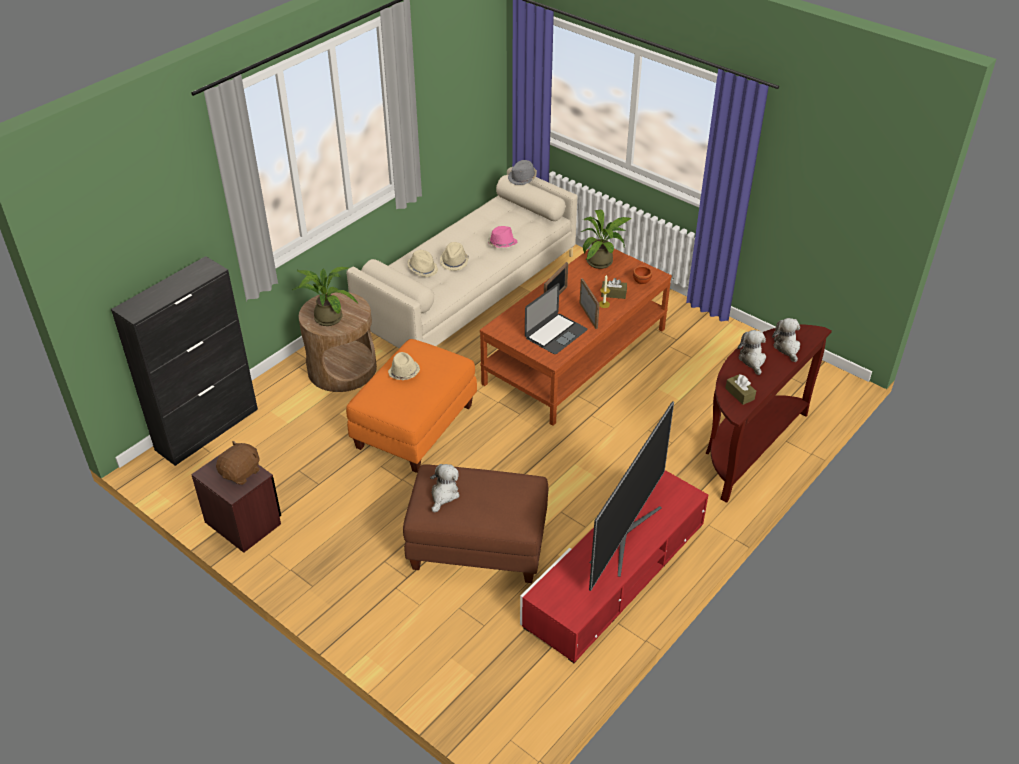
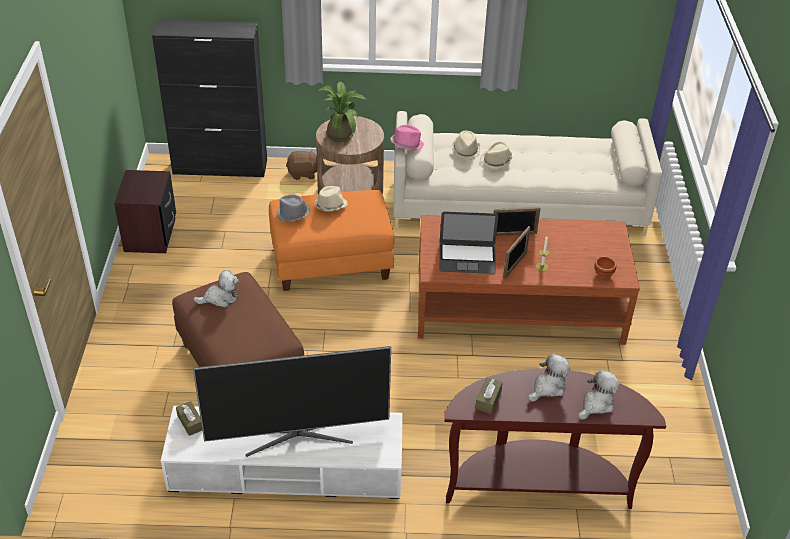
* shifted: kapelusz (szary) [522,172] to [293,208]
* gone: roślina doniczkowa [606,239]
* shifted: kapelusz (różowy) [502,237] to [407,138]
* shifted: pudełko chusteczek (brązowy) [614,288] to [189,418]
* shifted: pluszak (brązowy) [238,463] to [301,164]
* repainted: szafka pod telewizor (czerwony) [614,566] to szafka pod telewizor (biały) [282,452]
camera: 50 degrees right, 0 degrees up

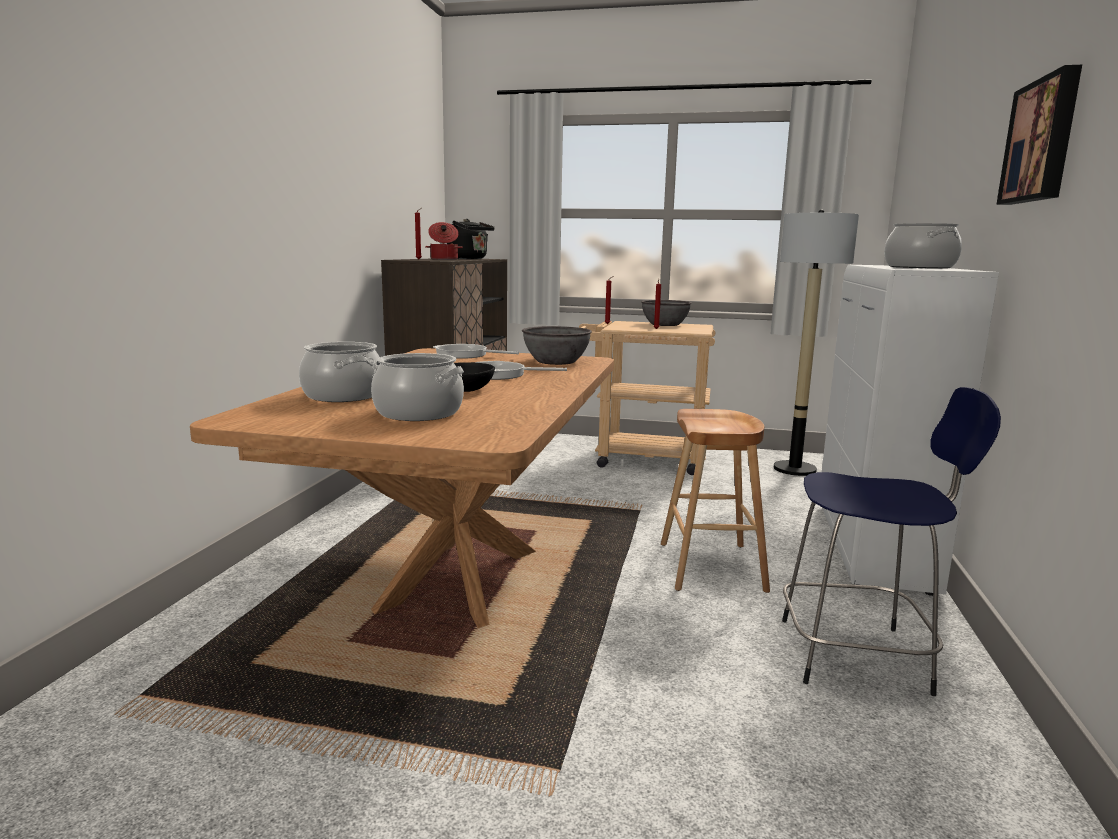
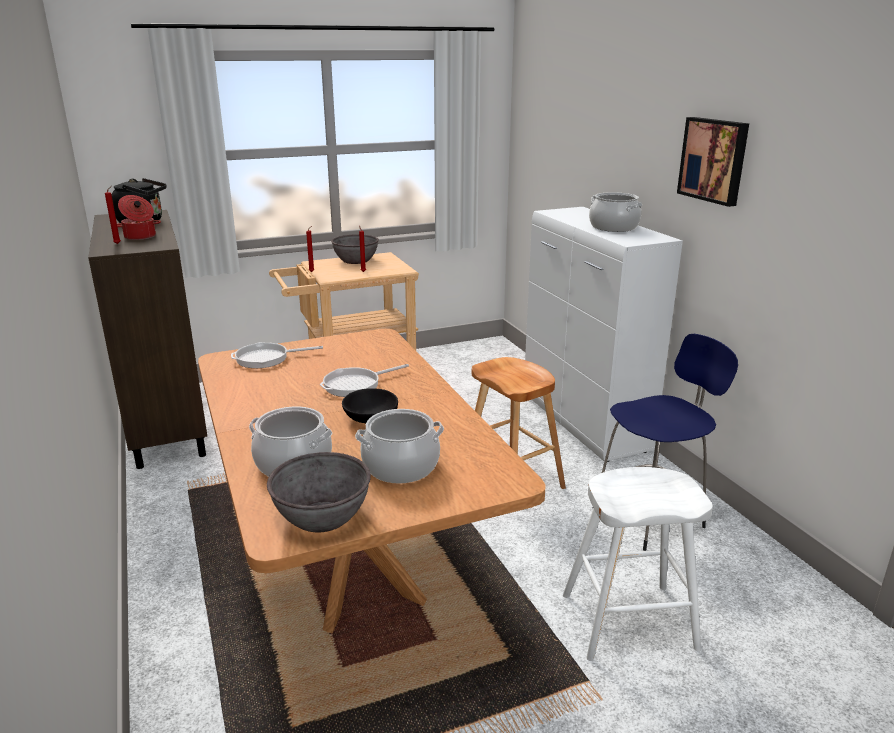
* gone: lampa stojąca [816,343]
* shifted: miska (szary) [557,345] to [319,492]
* new: stołek (biały) [638,564]
camera: 35 degrees left, 10 degrees up

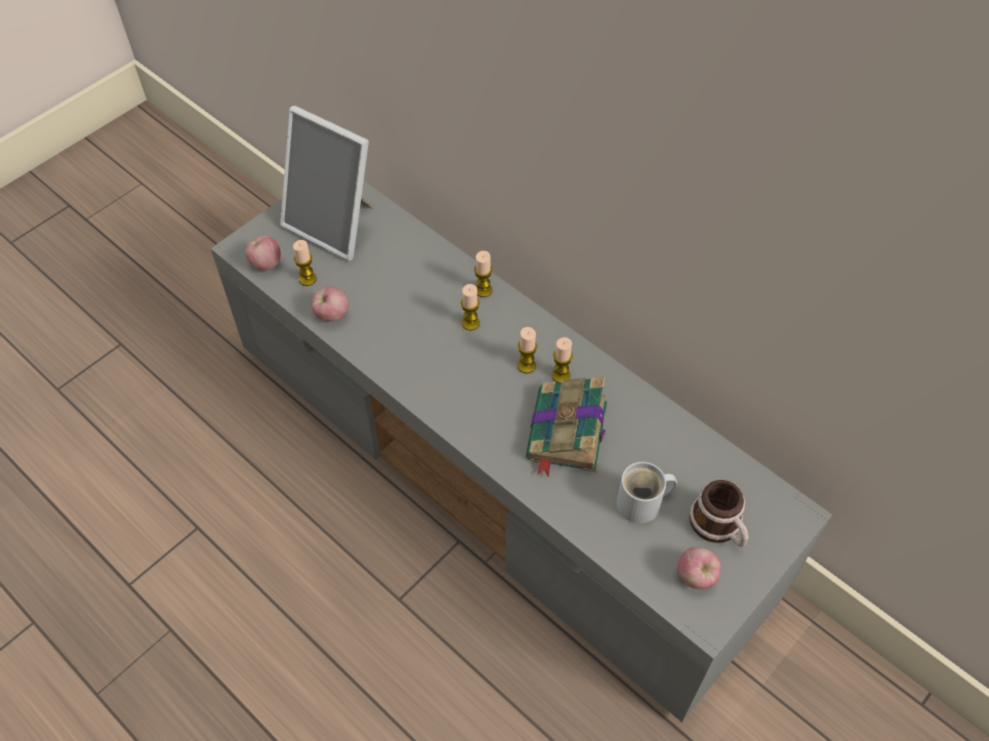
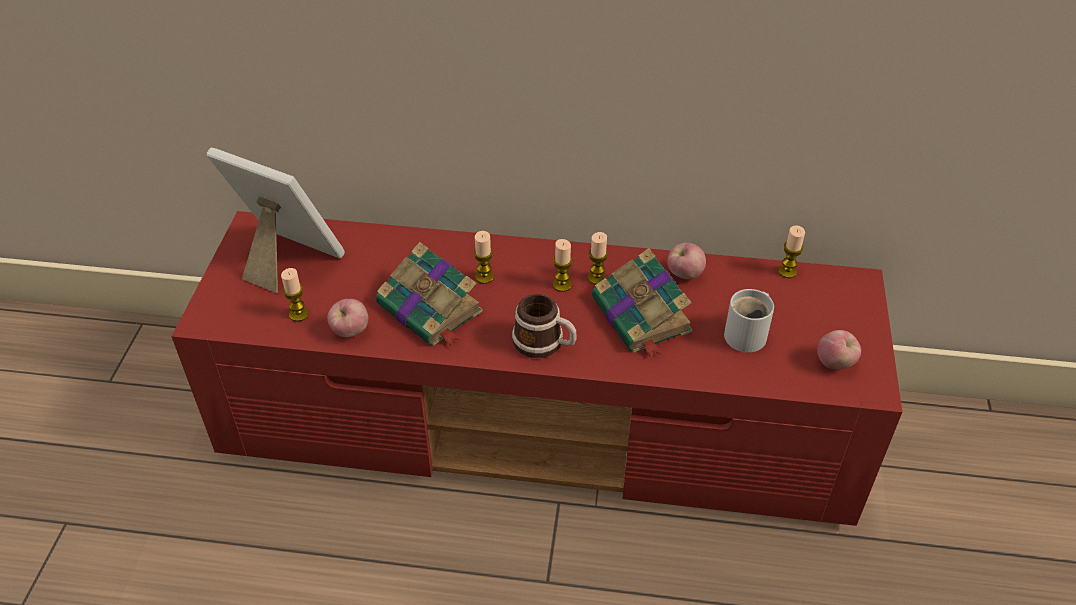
* rotated: ramka na zdjęcie [326,183] = [275,220] 150 degrees counterclockwise
* repainted: szafka pod telewizor (szary) [521,451] to szafka pod telewizor (czerwony) [536,368]
* shifted: jabłko [263,253] to [686,261]
* shifted: świeca [483,274] to [791,251]
* shifted: kubek [719,513] to [544,326]
* new: książka [429,294]
camera: 35 degrees left, 10 degrees down

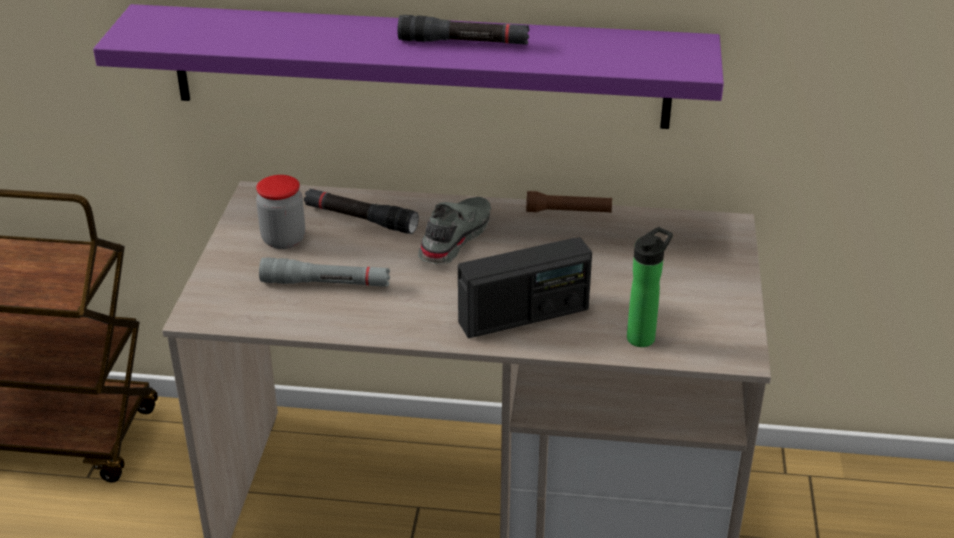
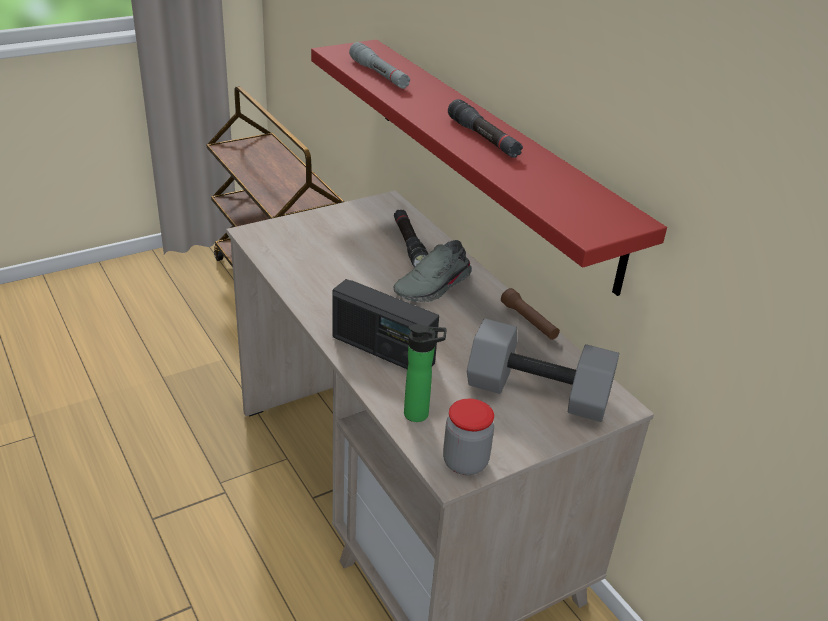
* repainted: półka (fioletowy) [408,66] to półka (czerwony) [489,168]
* shifted: słoik [280,212] to [468,437]
* rotated: but (szary) [454,230] = [433,271] 150 degrees clockwise
* shifted: latarka (szary) [324,272] to [379,65]
* new: hantel (szary) [543,370]
camera: 50 degrees right, 0 degrees up

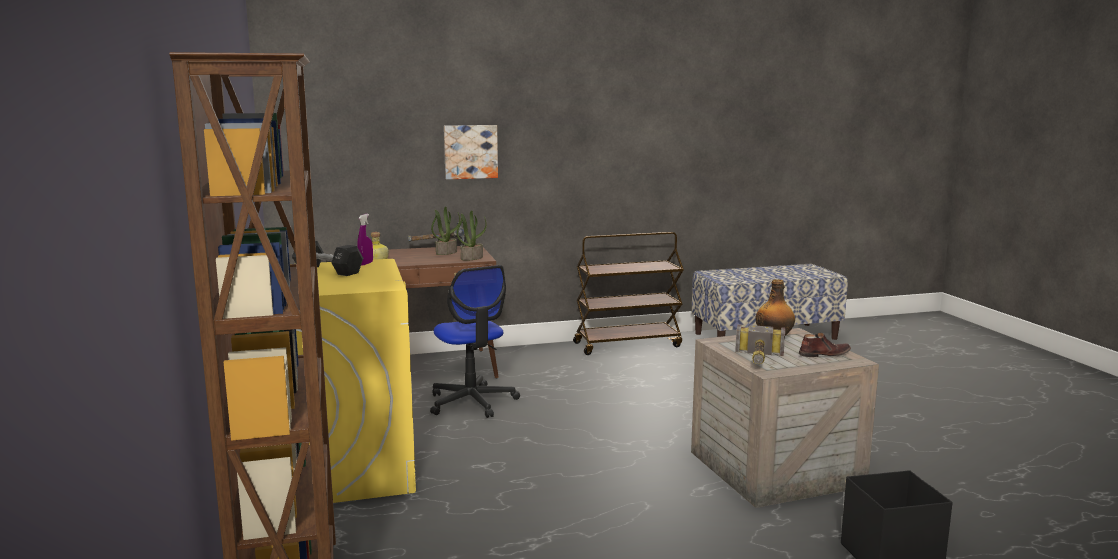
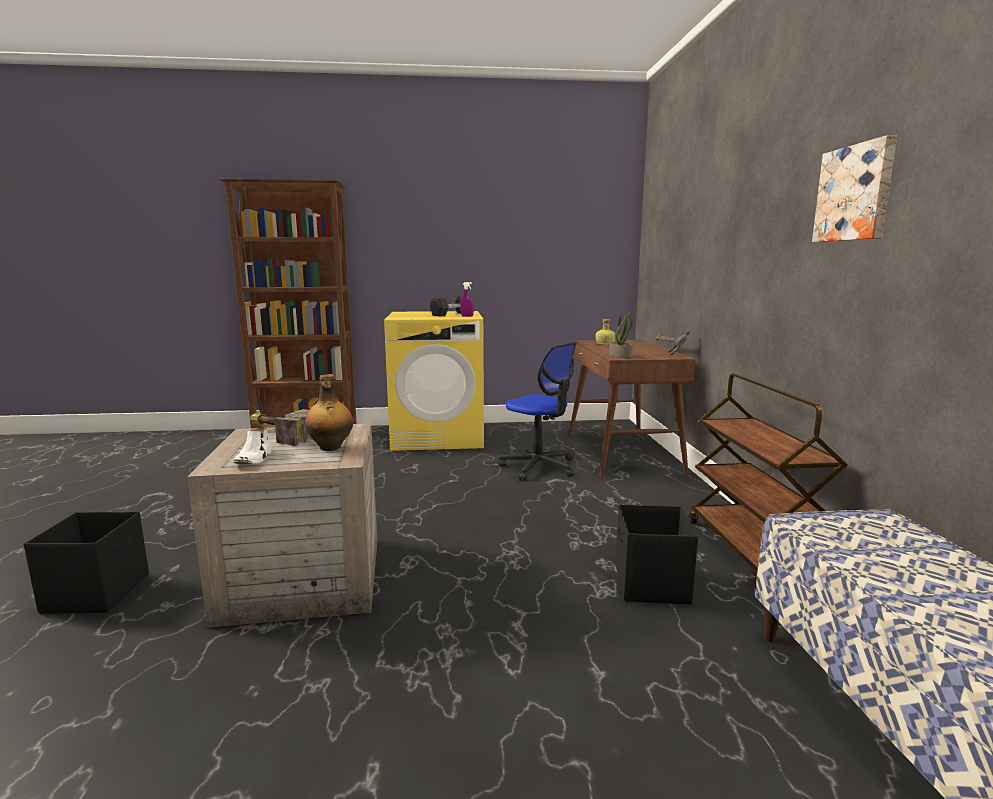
* shifted: obraz [471,152] to [854,188]
* gone: roślina doniczkowa [445,230]
* rotated: krzesło biurowe [475,341] = [537,411] 120 degrees counterclockwise
* repainted: but (brązowy) [825,345] to but (biały) [252,445]
* new: pojemnik do przechowywania (czarny) [657,554]
camera: 100 degrees right, 0 degrees up

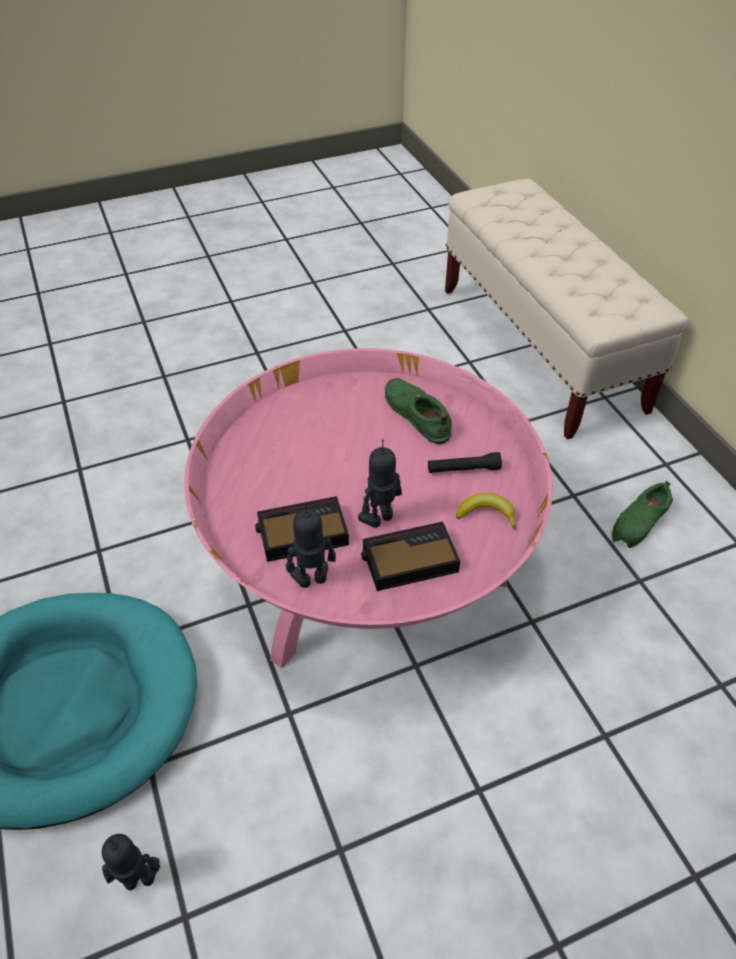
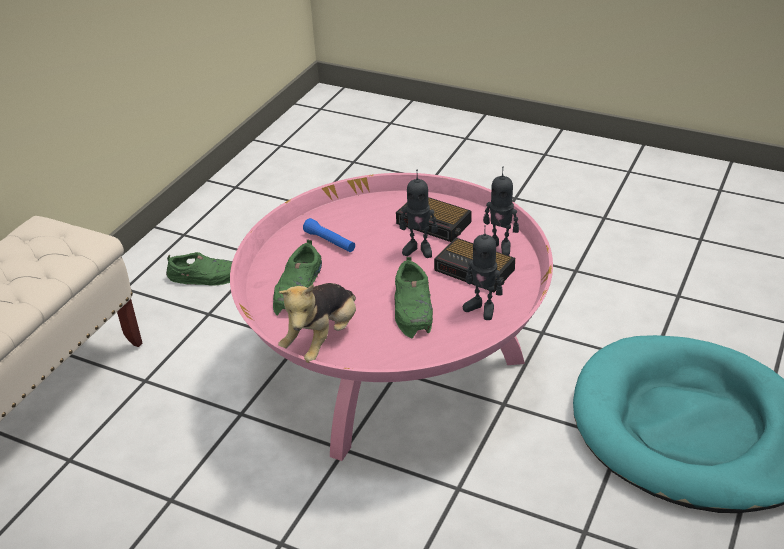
* repainted: latarka (czarny) [465,462] to latarka (niebieski) [329,235]
* gone: banan [486,511]
* shifted: robot zabawkowy [131,862] to [483,272]
* new: but (zielony) [414,297]
* new: pluszak [317,323]
camera: 130 degrees left, 10 degrees down

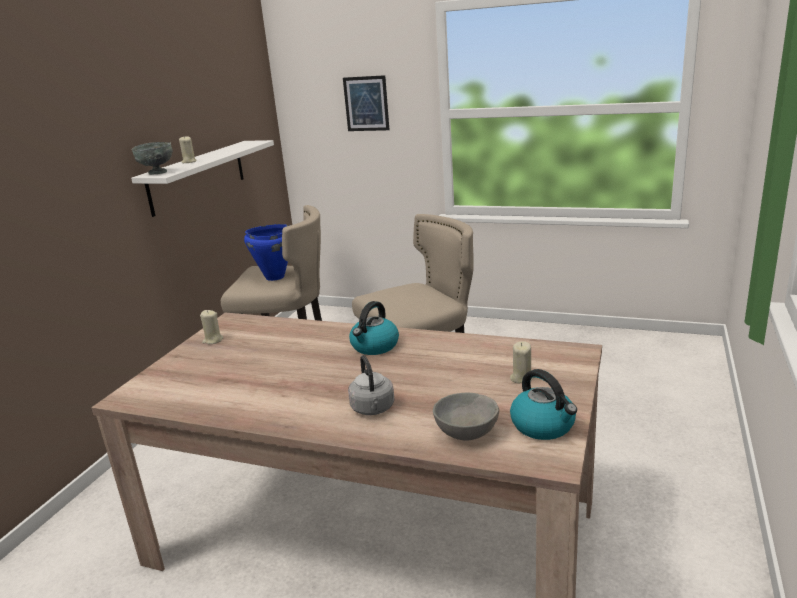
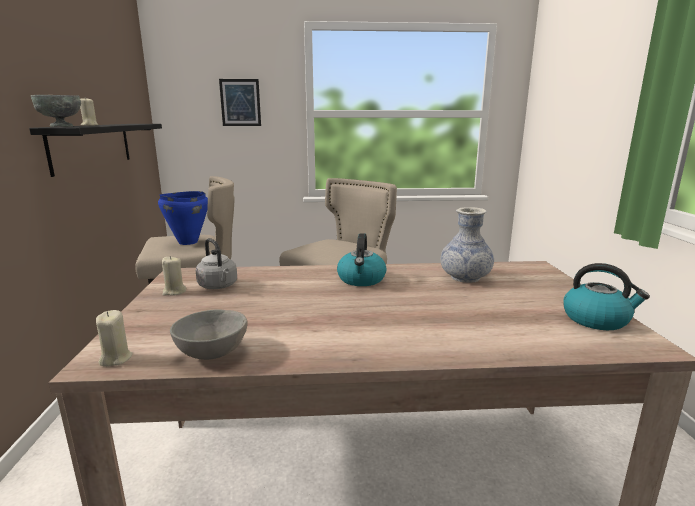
* repainted: półka (biały) [202,178] to półka (czarny) [95,150]
* shifted: świeca (beżowy) [521,362] to [114,338]
* shifted: czajnik (szary) [371,385] to [216,263]
* shifted: miska (szary) [466,416] to [209,334]
* new: wazon [467,245]
camera: 25 degrees left, 5 degrees down

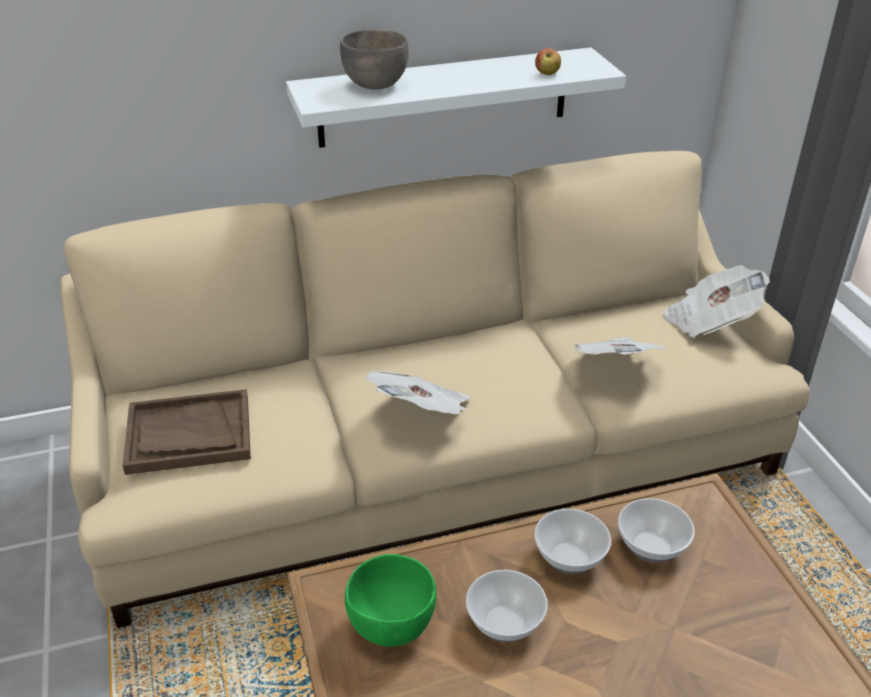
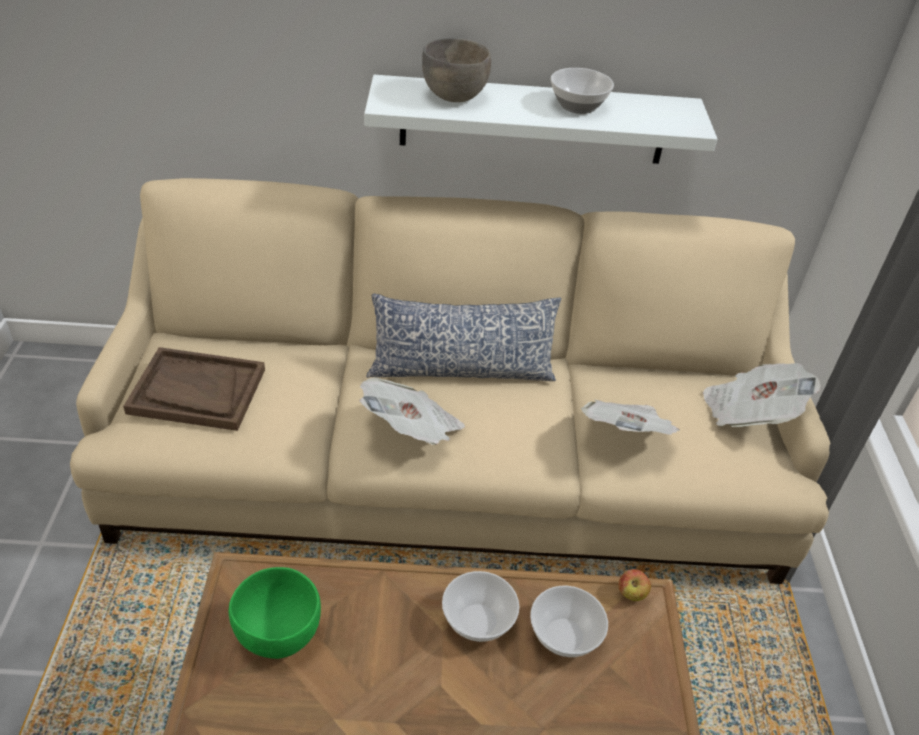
* shifted: jabłko [548,61] to [635,585]
* shifted: miska [507,606] to [582,91]
* new: poduszka [464,337]
camera: 15 degrees right, 5 degrees up

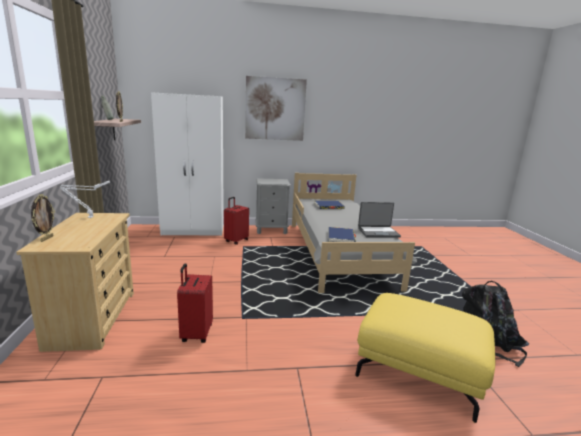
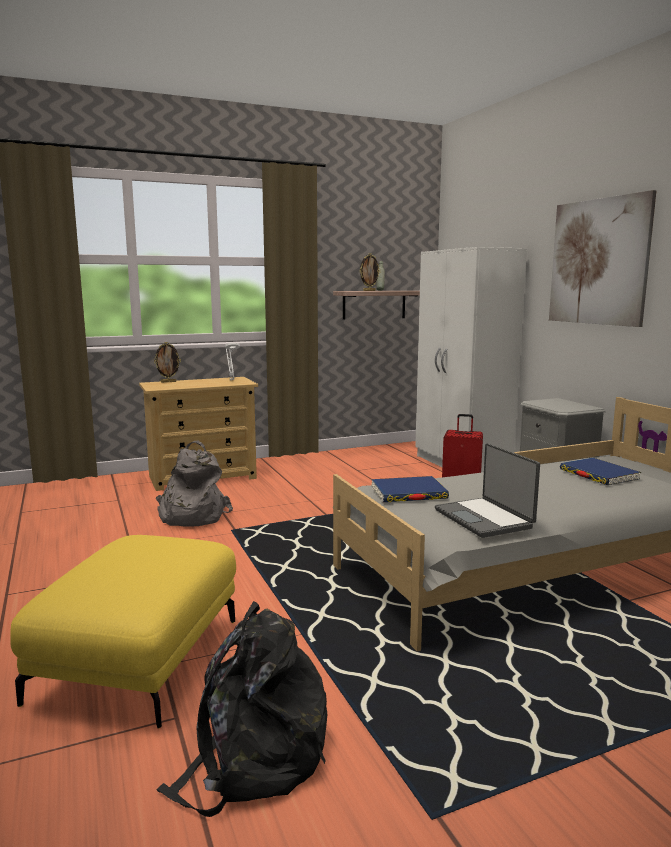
* swapped: walizka (czerwony) [195,303] to plecak (szary) [194,484]
camera: 75 degrees right, 5 degrees down

